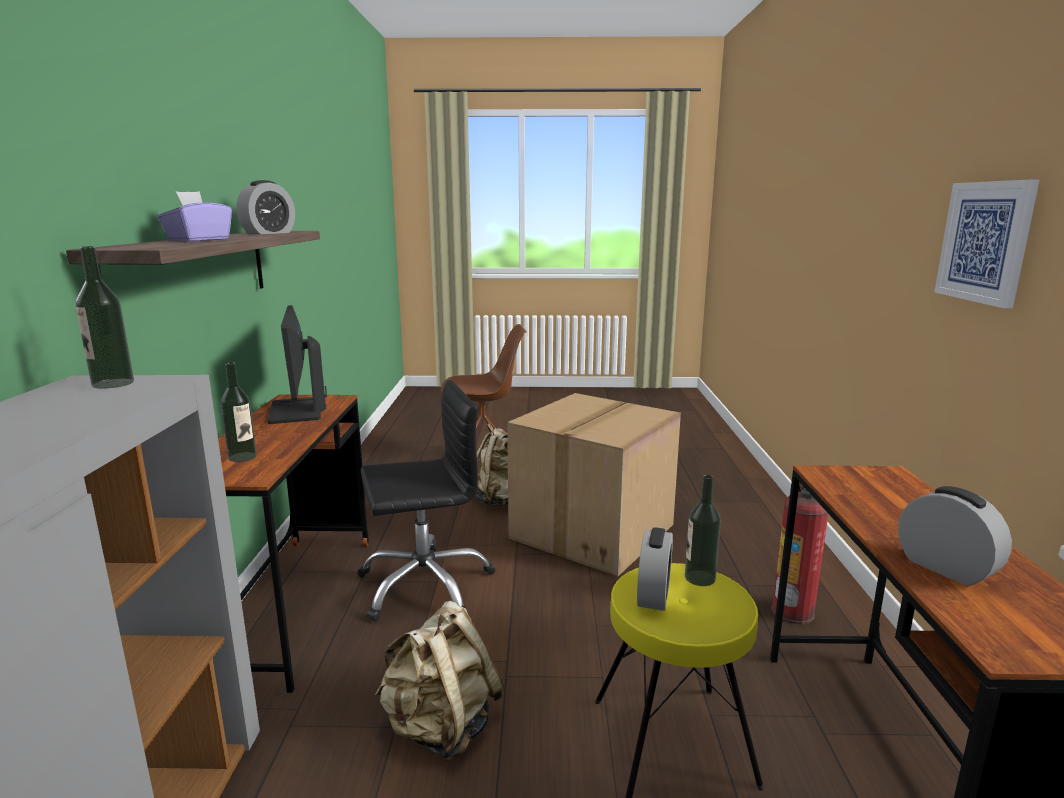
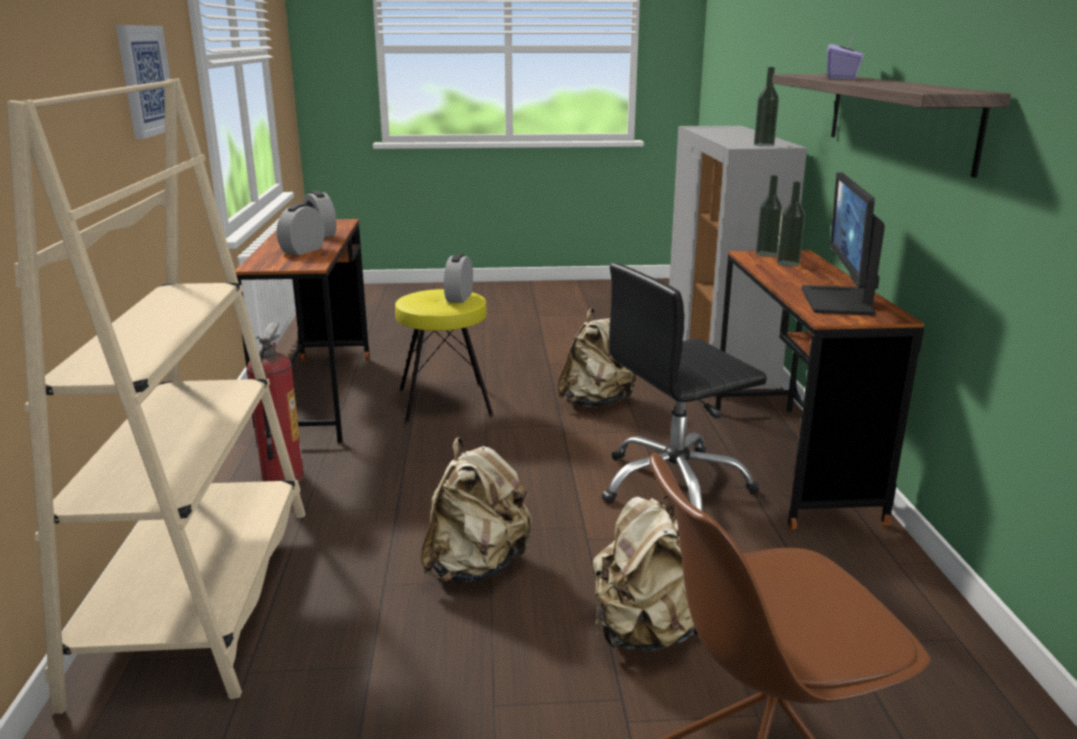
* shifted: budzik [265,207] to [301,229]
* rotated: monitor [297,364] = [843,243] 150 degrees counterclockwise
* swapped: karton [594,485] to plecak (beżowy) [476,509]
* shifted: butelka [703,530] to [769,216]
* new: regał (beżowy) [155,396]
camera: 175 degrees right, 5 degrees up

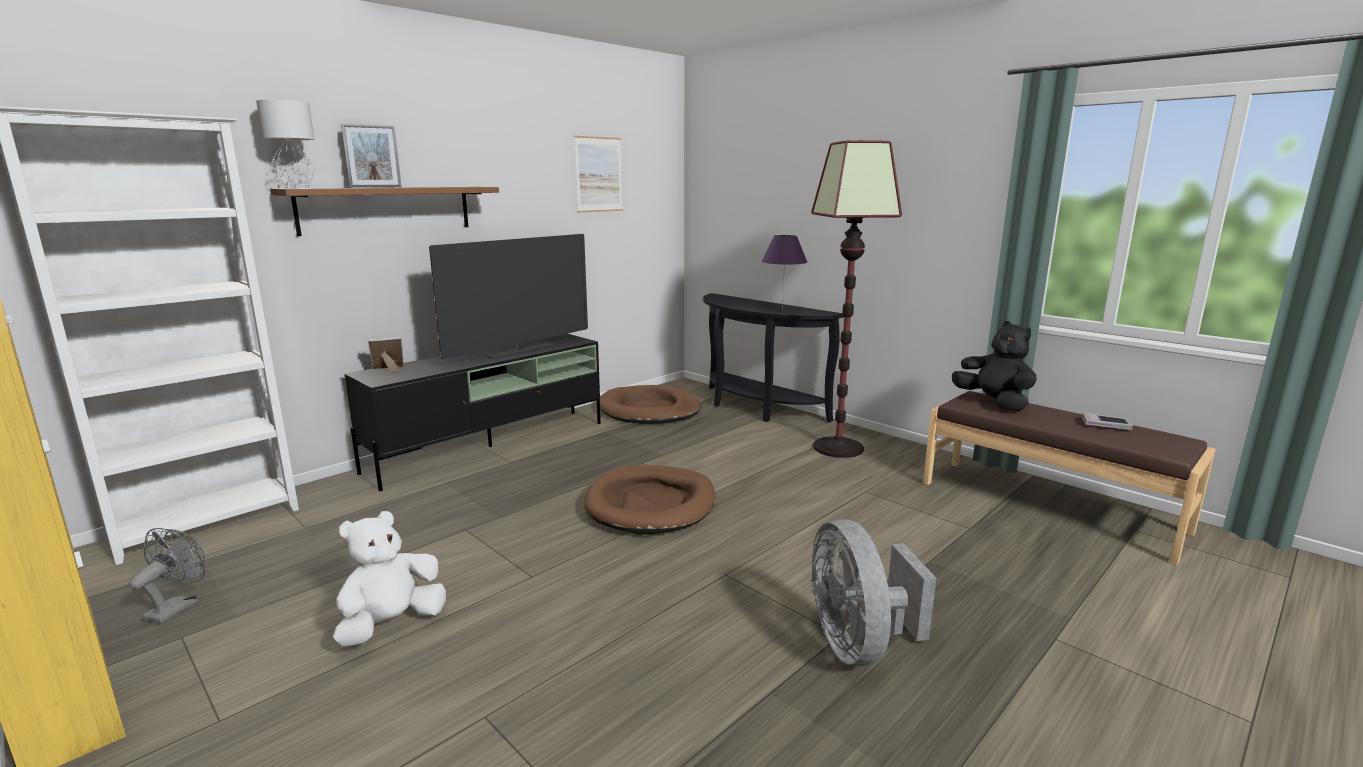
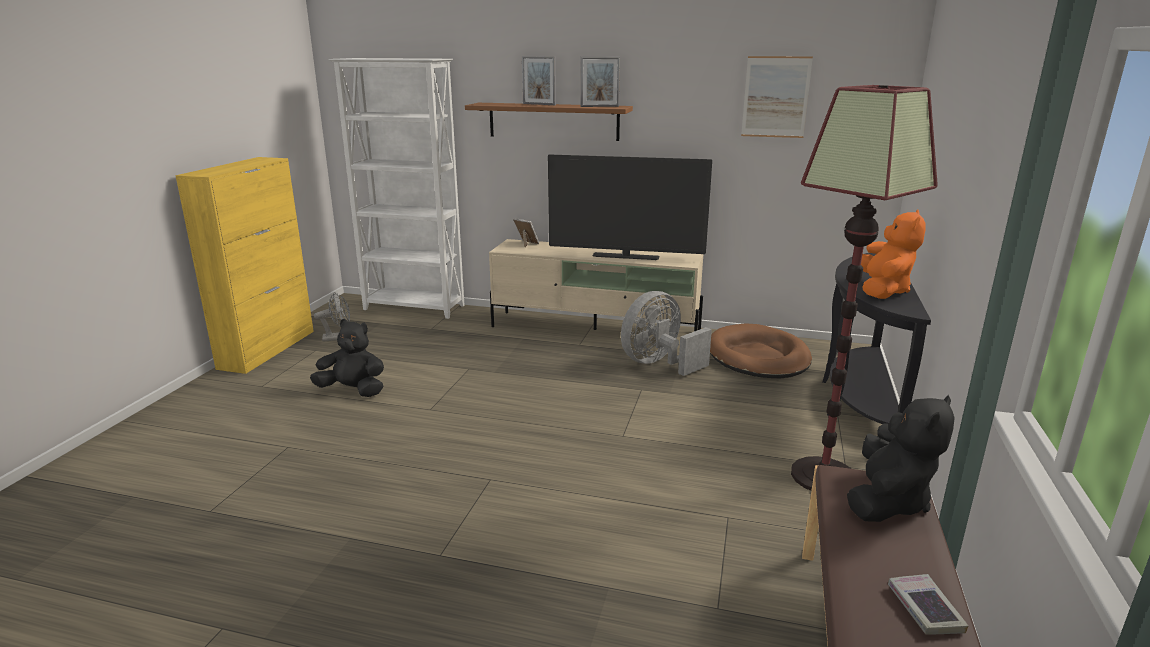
* gone: lampa stołowa (szary) [285,144]
* swapped: lampa stołowa (fioletowy) [784,272] to pluszak (pomarańczowy) [893,254]
* repainted: szafka pod telewizor (czarny) [473,412] to szafka pod telewizor (beżowy) [596,285]
* gone: legowisko (brązowy) [649,499]
* repainted: pluszak (biały) [389,579] to pluszak (czarny) [347,358]
* shifted: wentylator (szary) [873,592] to [666,333]
* new: ramka na zdjęcie [600,82]
camera: 60 degrees right, 5 degrees up

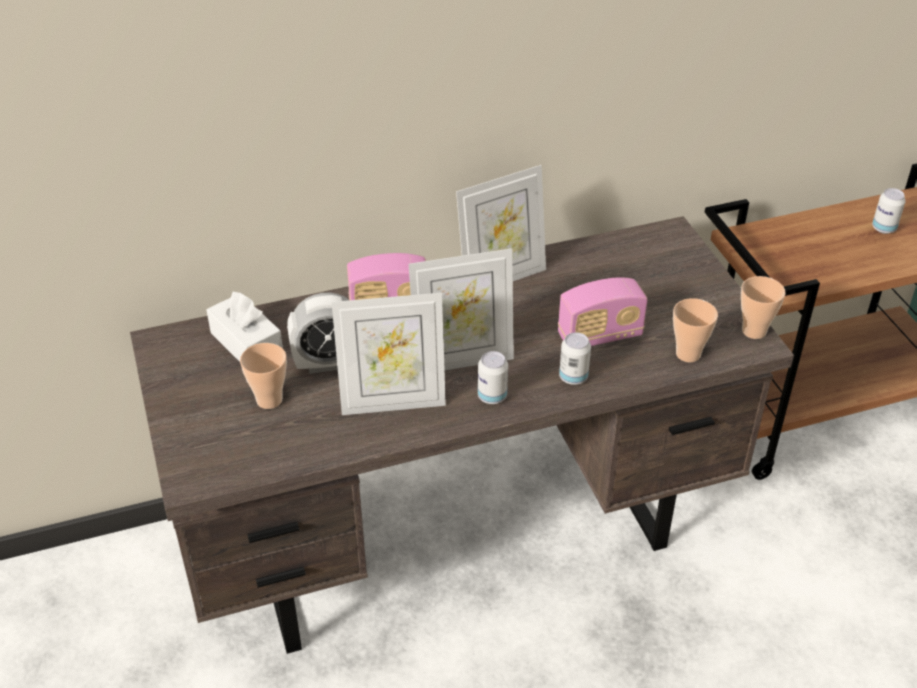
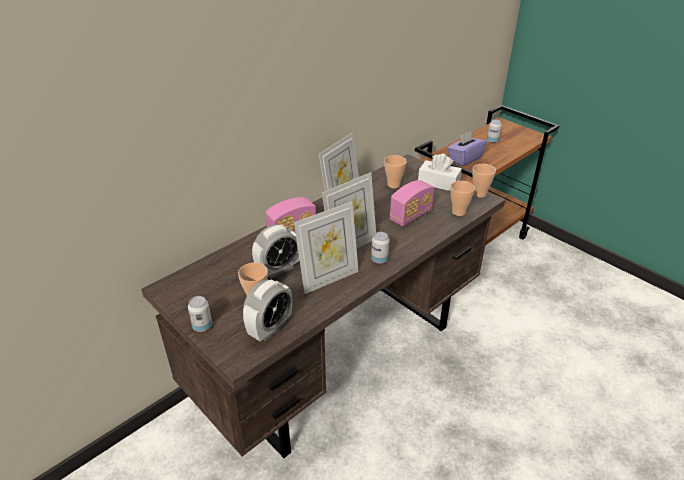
* shifted: pudełko chusteczek (biały) [245,327] to [440,172]
* shifted: puszka [575,358] to [200,314]
* new: pudełko chusteczek (fioletowy) [467,148]
* new: filiżanka [395,171]
* new: budzik [267,310]
camera: 25 degrees left, 5 degrees down

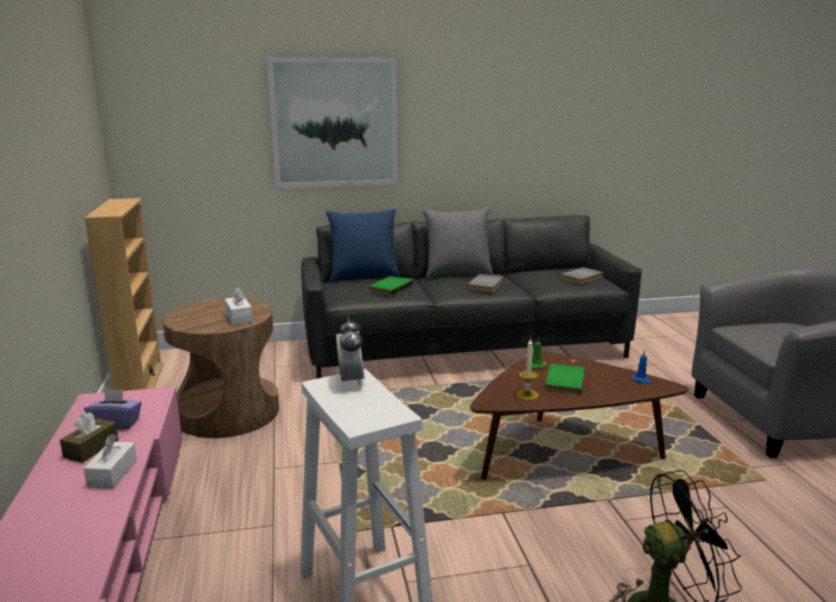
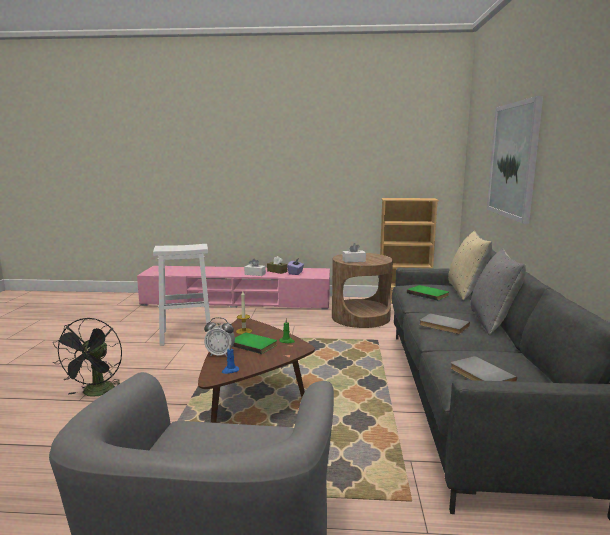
* repainted: poduszka (niebieski) [363,245] to poduszka (beżowy) [470,265]
* shifted: budzik [350,351] to [219,337]
camera: 105 degrees right, 5 degrees down

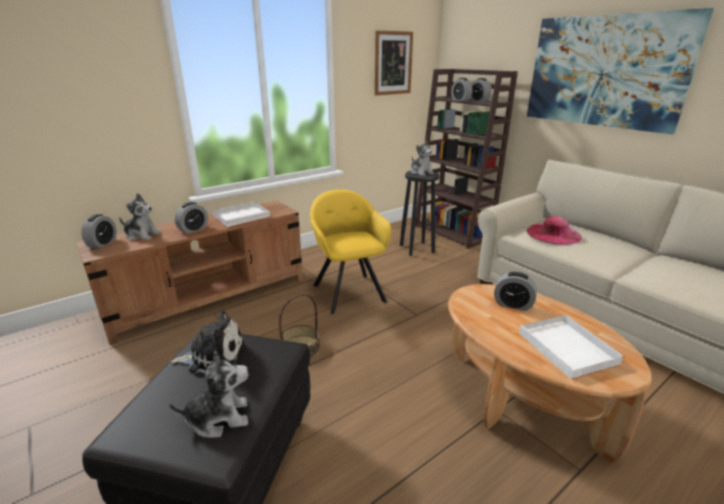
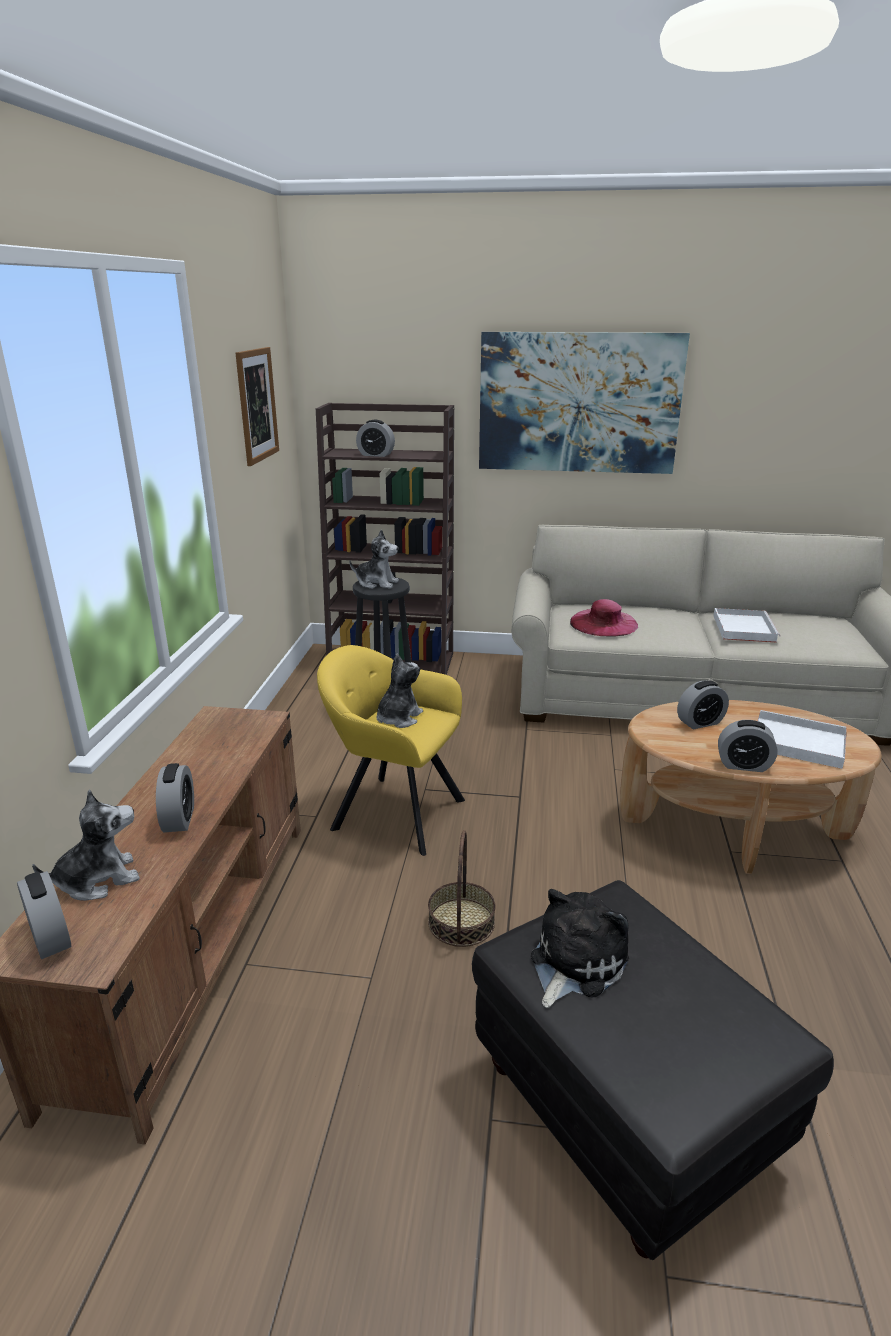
* shifted: budzik [481,90] to [748,746]
* shifted: taca (biały) [241,214] to [746,625]
* shifted: pluszak [208,394] to [400,691]
camera: 45 degrees left, 0 degrees up

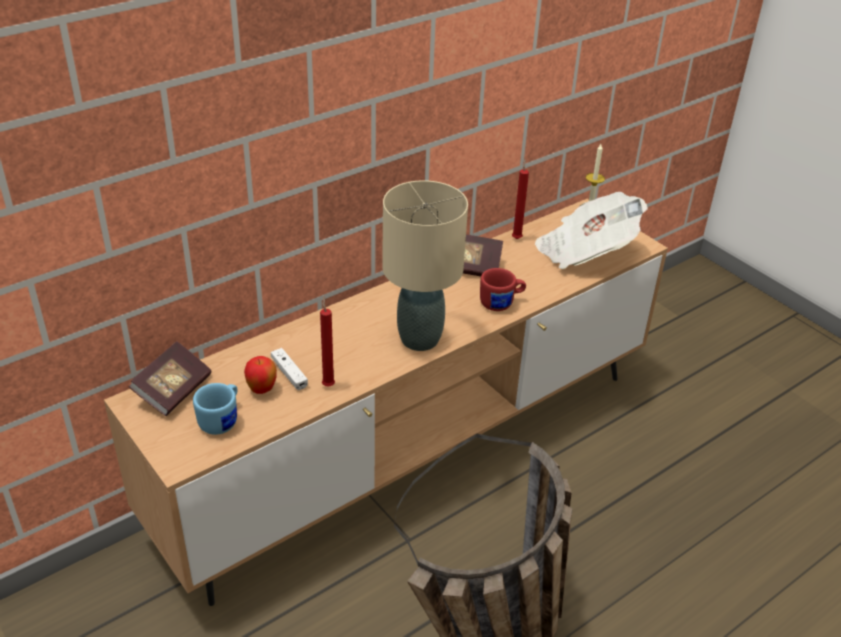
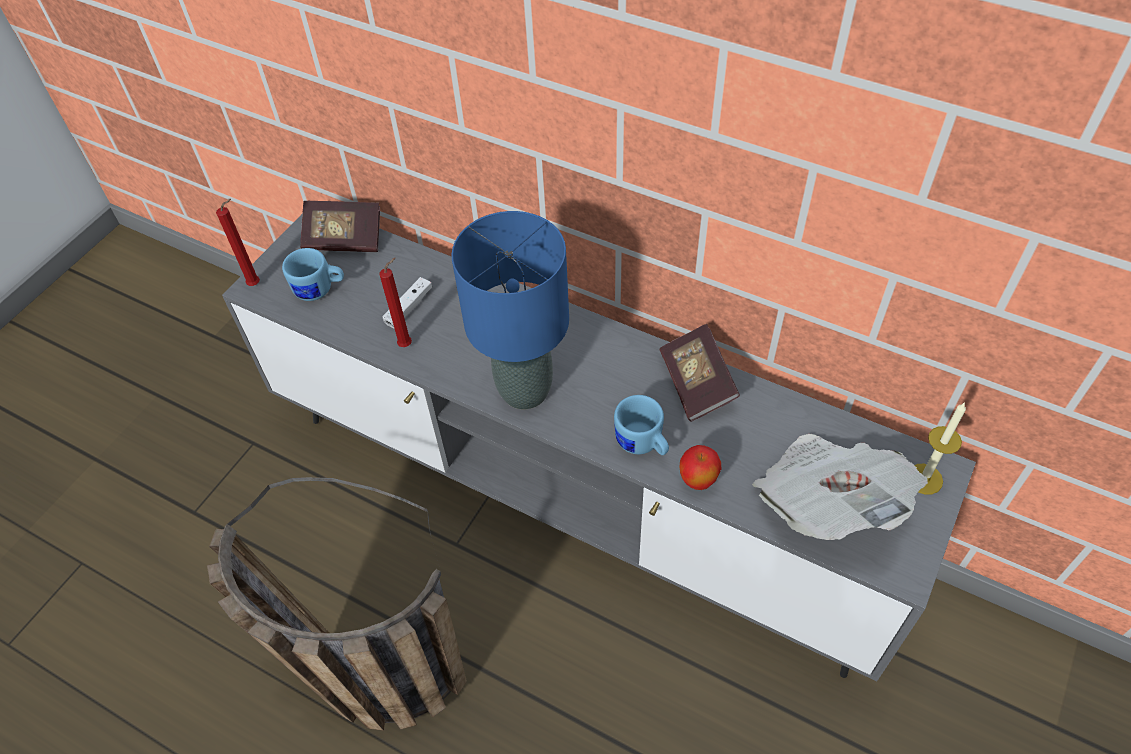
* shifted: świeca (czerwony) [520,199] to [238,242]
* repainted: lampa stołowa (beżowy) [425,265] to lampa stołowa (niebieski) [510,310]
* repainted: szafka pod telewizor (brązowy) [386,402] to szafka pod telewizor (szary) [599,447]
* repainted: kubek (czerwony) [503,289] to kubek (niebieski) [641,425]
* shifted: jabłko [260,375] to [700,467]
camera: 70 degrees right, 15 degrees up

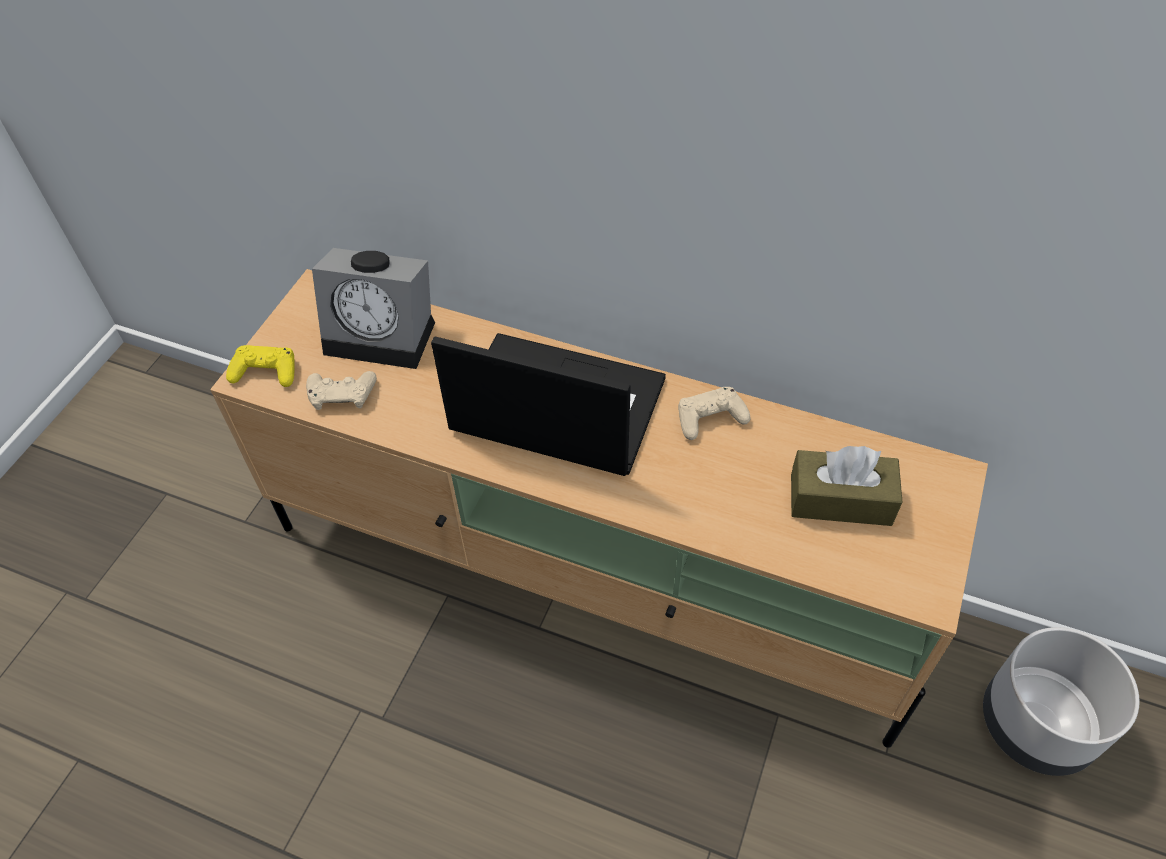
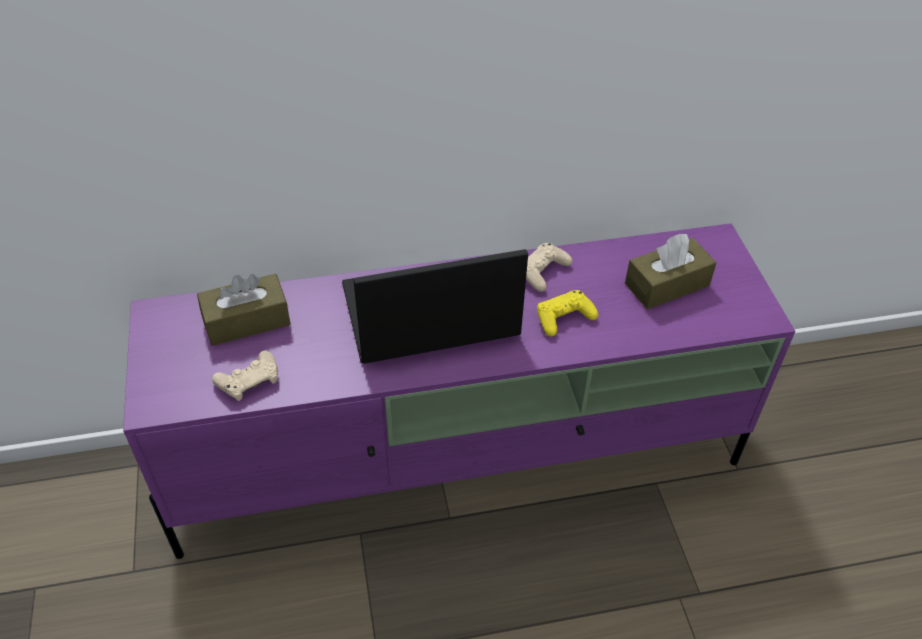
* swapped: budzik [373,308] to pudełko chusteczek (brązowy) [244,309]
* repainted: szafka pod telewizor (beżowy) [599,508] to szafka pod telewizor (fioletowy) [459,391]
* shifted: pad do gier (żółty) [260,366] to [567,313]
* gone: donica (szary) [1061,701]
camera: 35 degrees left, 5 degrees down

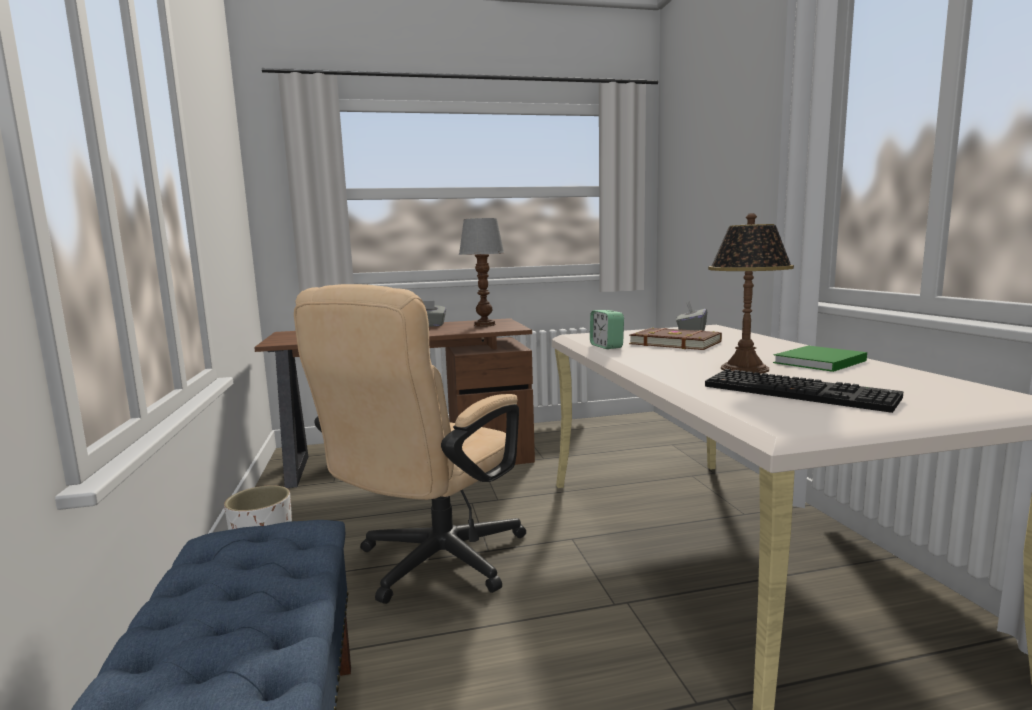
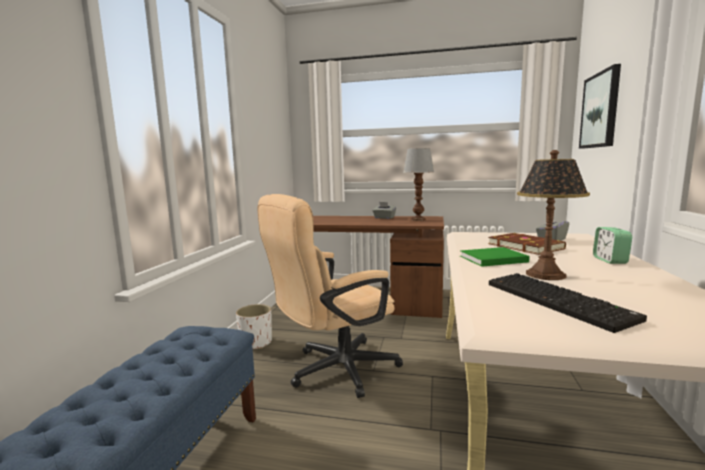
* shifted: budzik [607,329] to [612,245]
* shifted: książka (zielony) [820,359] to [495,257]
* new: obraz [600,106]
camera: 25 degrees right, 0 degrees up

